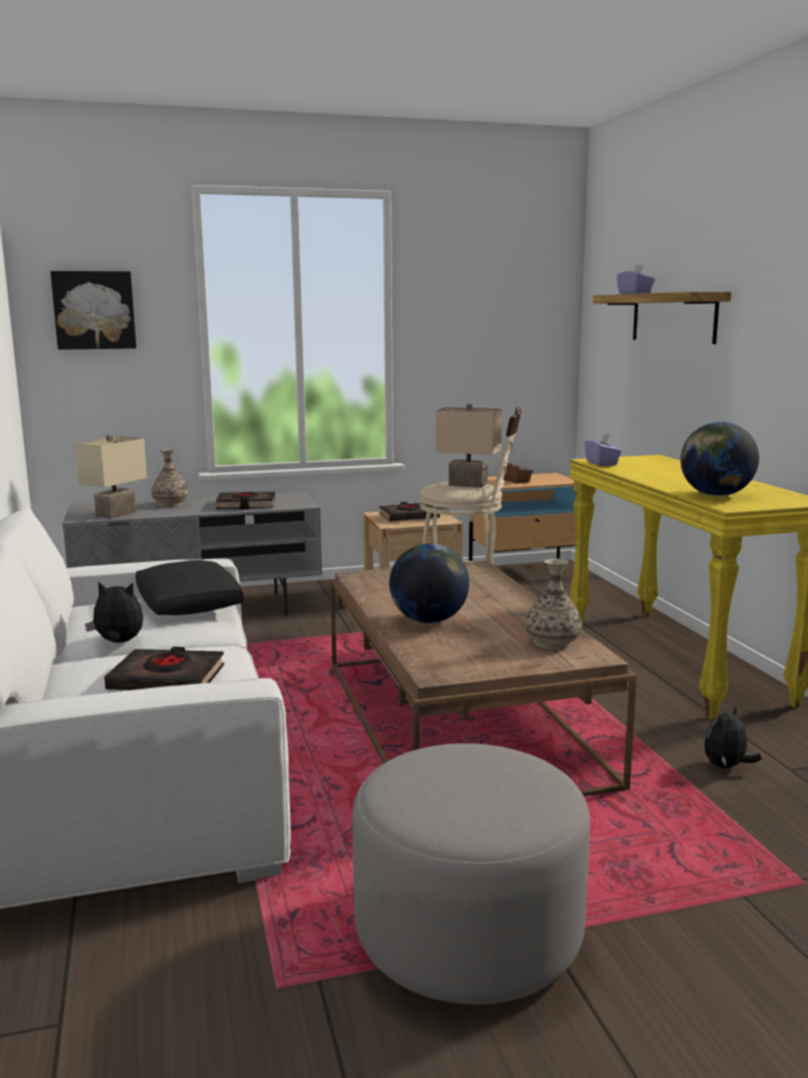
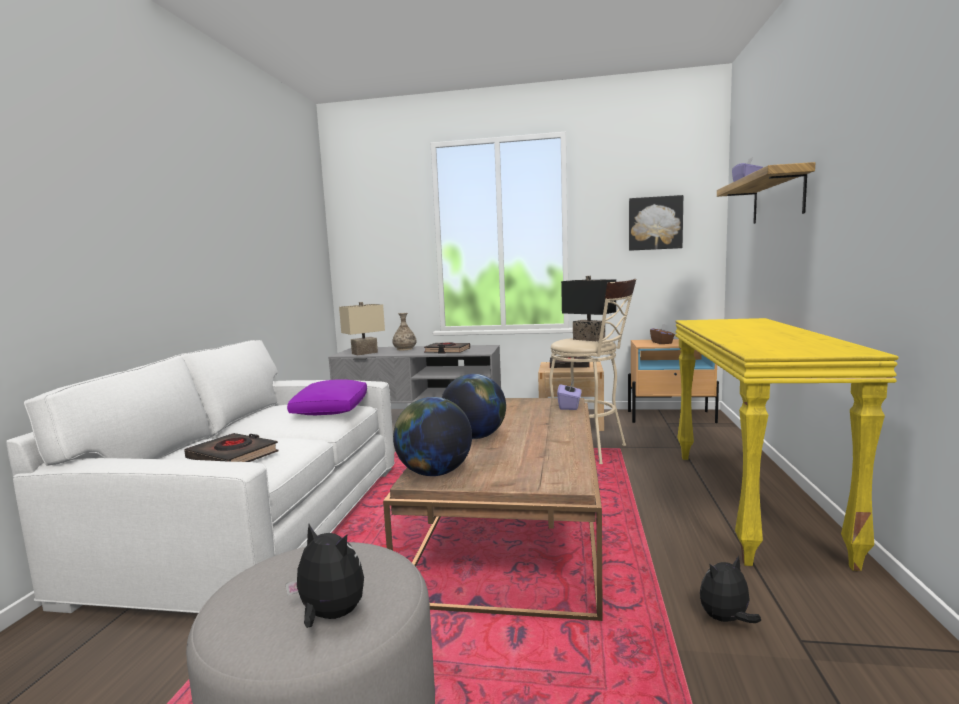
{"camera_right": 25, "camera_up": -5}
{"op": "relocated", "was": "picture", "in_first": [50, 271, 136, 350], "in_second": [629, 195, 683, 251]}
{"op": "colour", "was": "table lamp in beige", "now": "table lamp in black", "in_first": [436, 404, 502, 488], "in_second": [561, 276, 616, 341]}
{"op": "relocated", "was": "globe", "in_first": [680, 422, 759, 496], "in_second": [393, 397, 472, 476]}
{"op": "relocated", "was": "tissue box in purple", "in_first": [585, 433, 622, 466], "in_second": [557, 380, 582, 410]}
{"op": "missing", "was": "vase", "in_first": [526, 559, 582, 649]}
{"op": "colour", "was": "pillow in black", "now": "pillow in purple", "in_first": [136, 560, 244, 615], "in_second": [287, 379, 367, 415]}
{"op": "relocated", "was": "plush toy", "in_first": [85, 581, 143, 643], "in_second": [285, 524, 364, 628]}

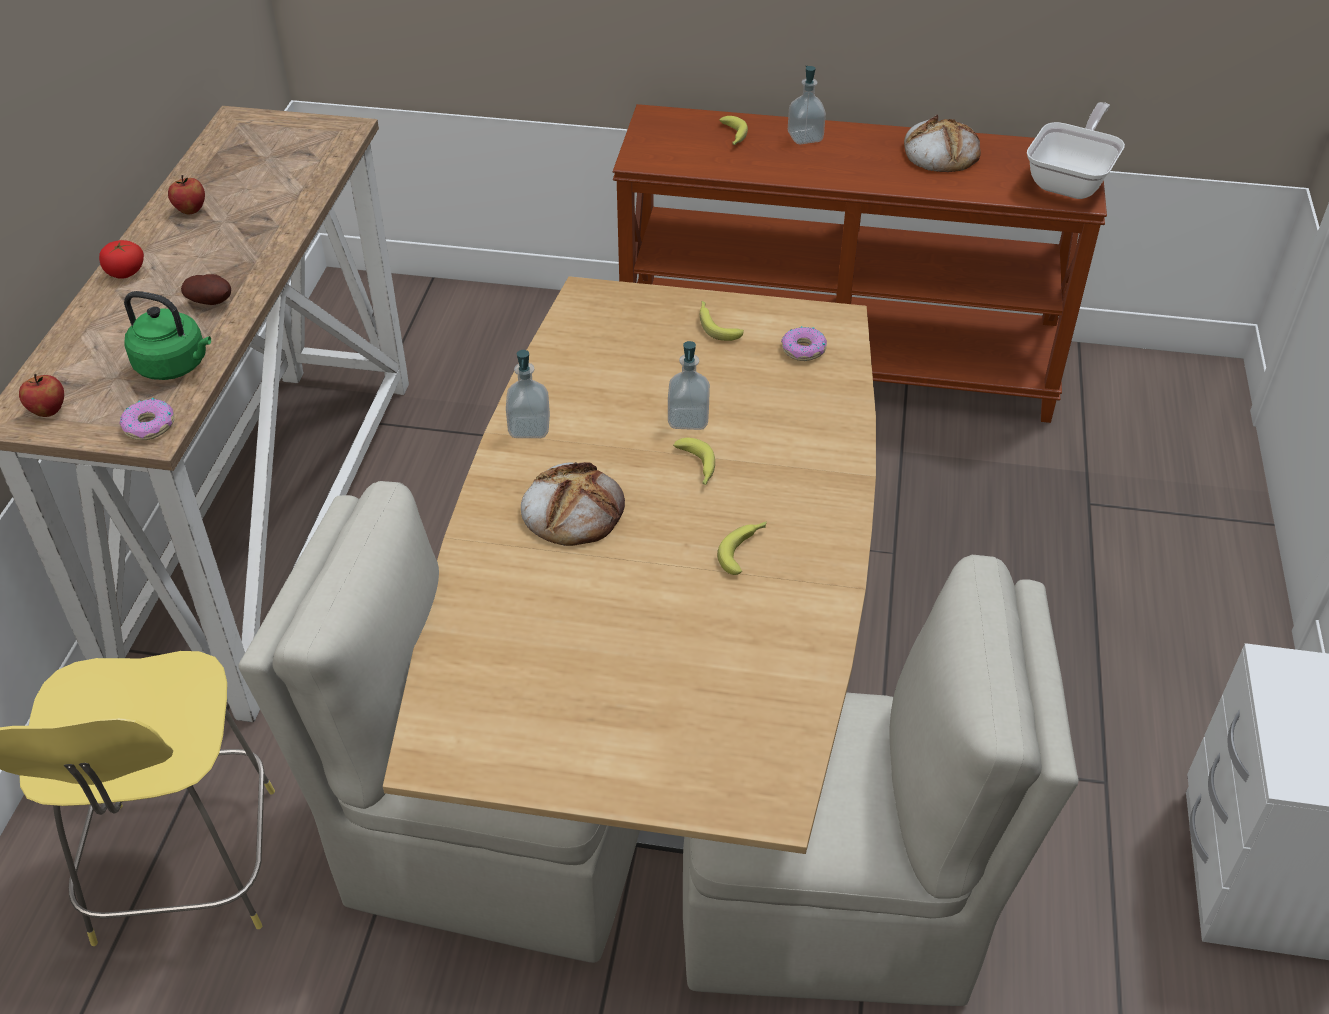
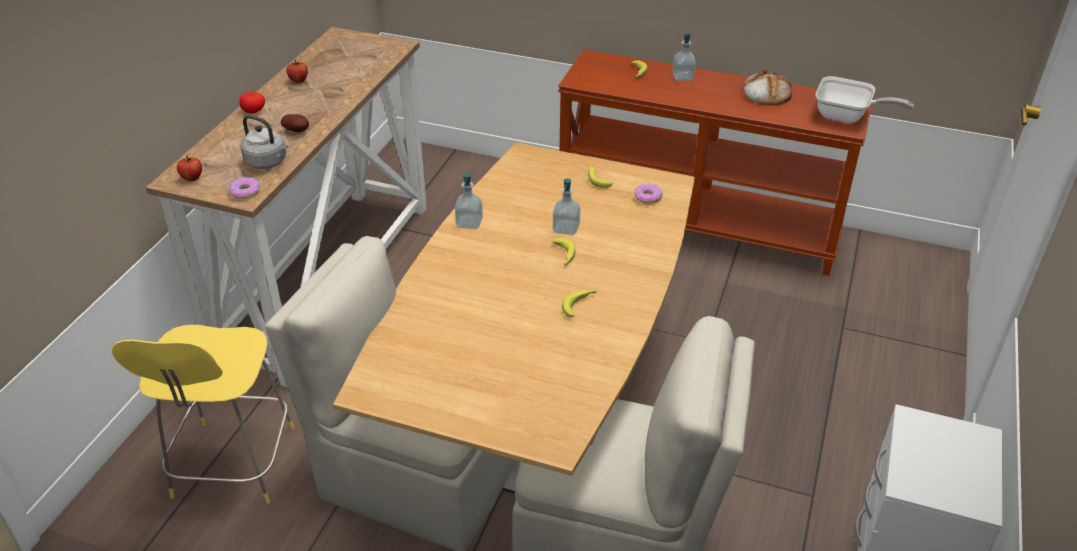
{"camera_right": 10, "camera_up": -5}
{"op": "spun", "was": "frying pan", "in_first": [1027, 102, 1125, 199], "in_second": [816, 76, 914, 123], "clockwise": 75}
{"op": "colour", "was": "kettle in green", "now": "kettle in grey", "in_first": [124, 291, 211, 380], "in_second": [240, 115, 288, 169]}
{"op": "missing", "was": "bread", "in_first": [521, 462, 625, 546]}

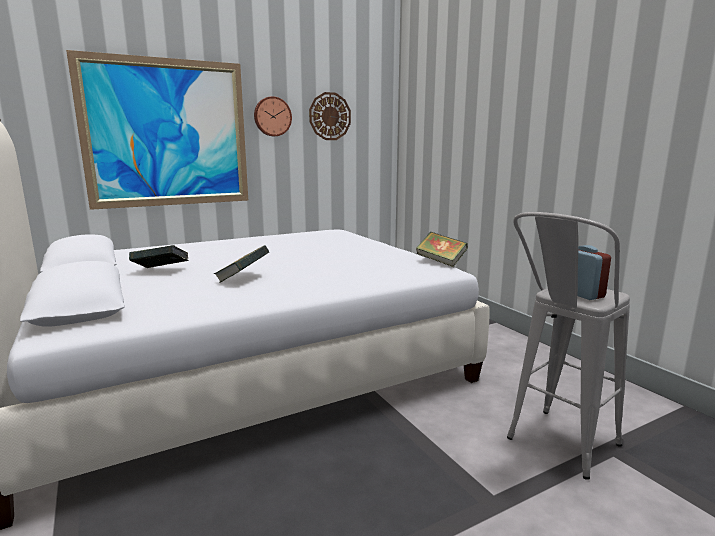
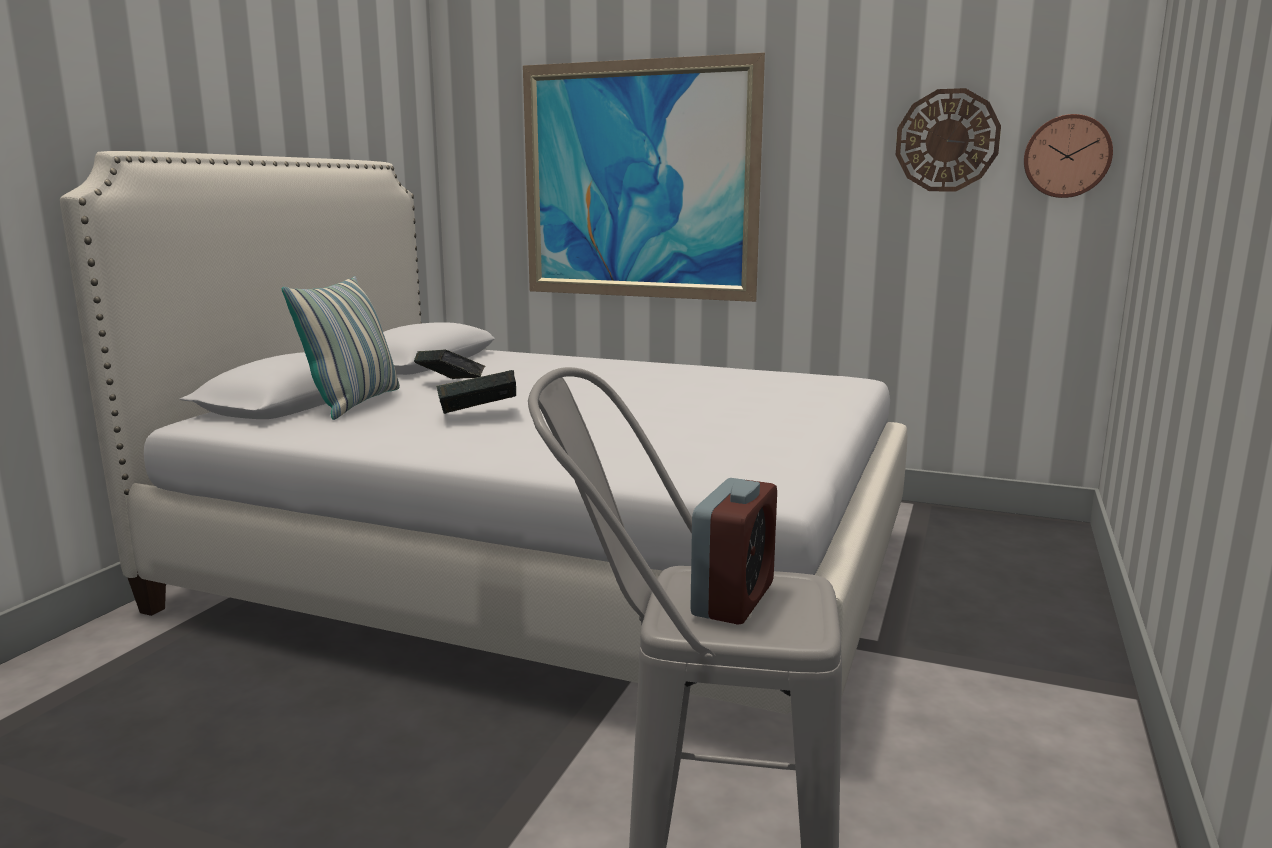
{"camera_right": 50, "camera_up": 0}
{"op": "relocated", "was": "wall clock", "in_first": [254, 96, 292, 136], "in_second": [1024, 114, 1113, 198]}
{"op": "missing", "was": "book", "in_first": [416, 232, 468, 267]}
{"op": "appeared", "now": "pillow", "in_second": [282, 276, 400, 420]}

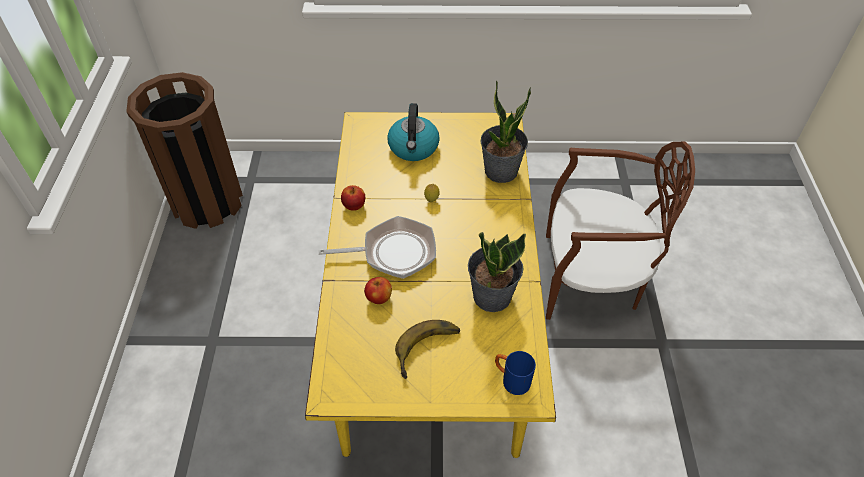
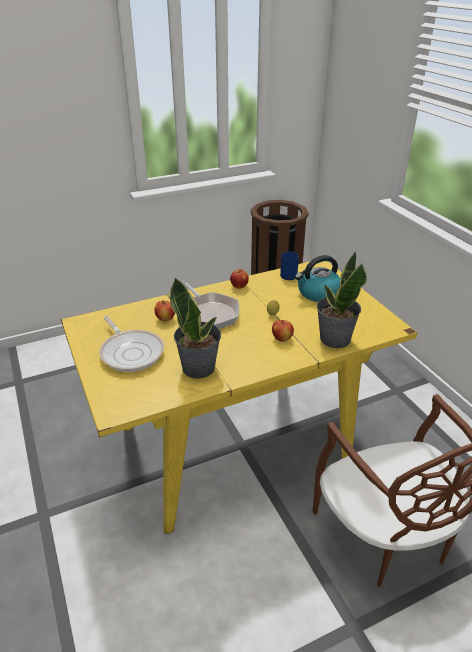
{"camera_right": 65, "camera_up": -15}
{"op": "exchanged", "was": "banana", "now": "frying pan", "in_first": [395, 320, 460, 379], "in_second": [99, 316, 164, 372]}
{"op": "relocated", "was": "mug in blue", "in_first": [495, 351, 536, 395], "in_second": [280, 251, 299, 280]}
{"op": "appeared", "now": "apple", "in_second": [272, 320, 294, 342]}

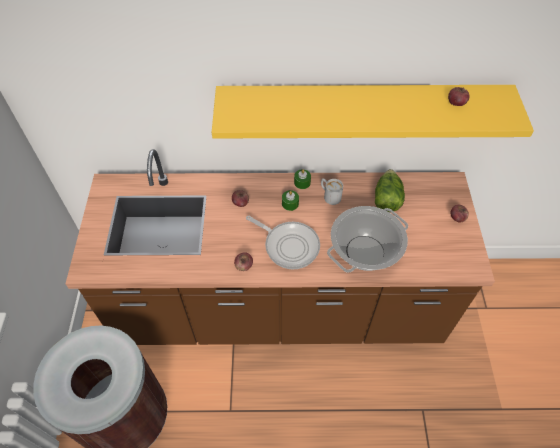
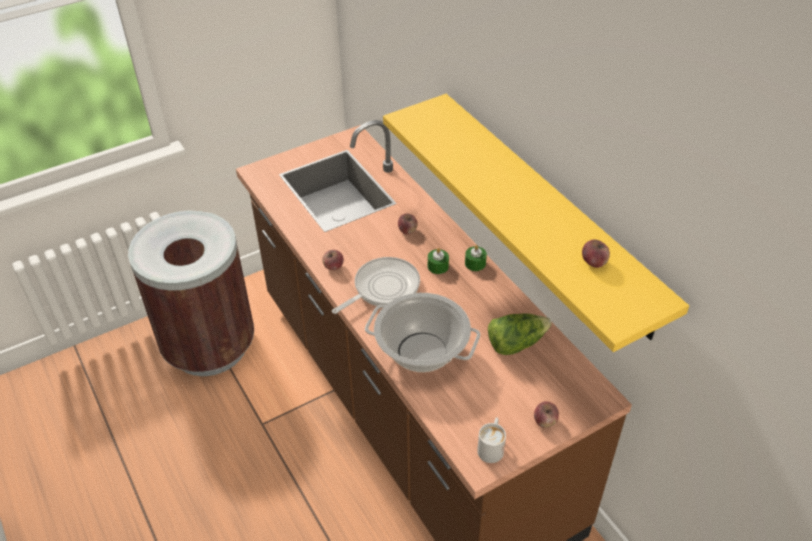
{"camera_right": 60, "camera_up": -10}
{"op": "relocated", "was": "mug in white", "in_first": [321, 178, 343, 205], "in_second": [477, 417, 506, 463]}
{"op": "spun", "was": "frying pan", "in_first": [246, 216, 320, 269], "in_second": [332, 257, 420, 314], "clockwise": -135}

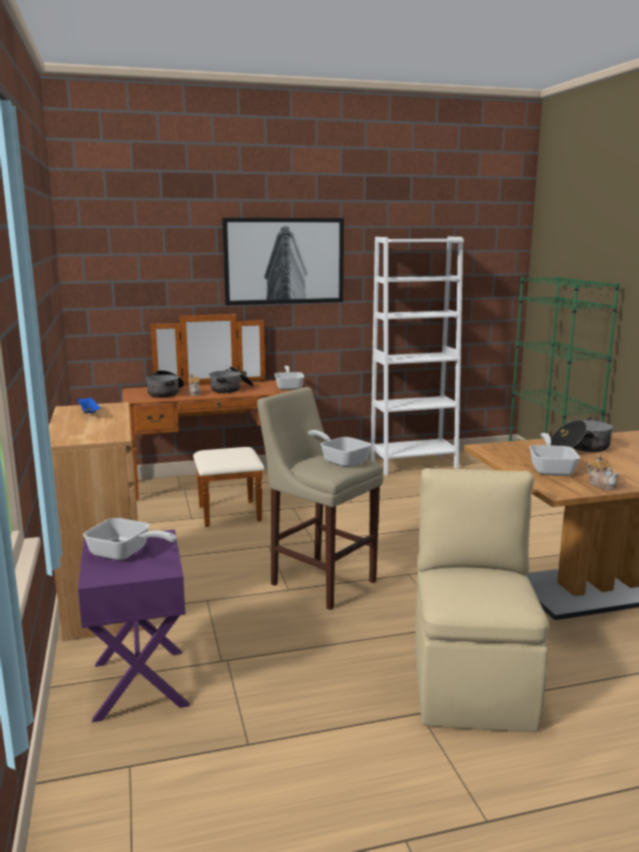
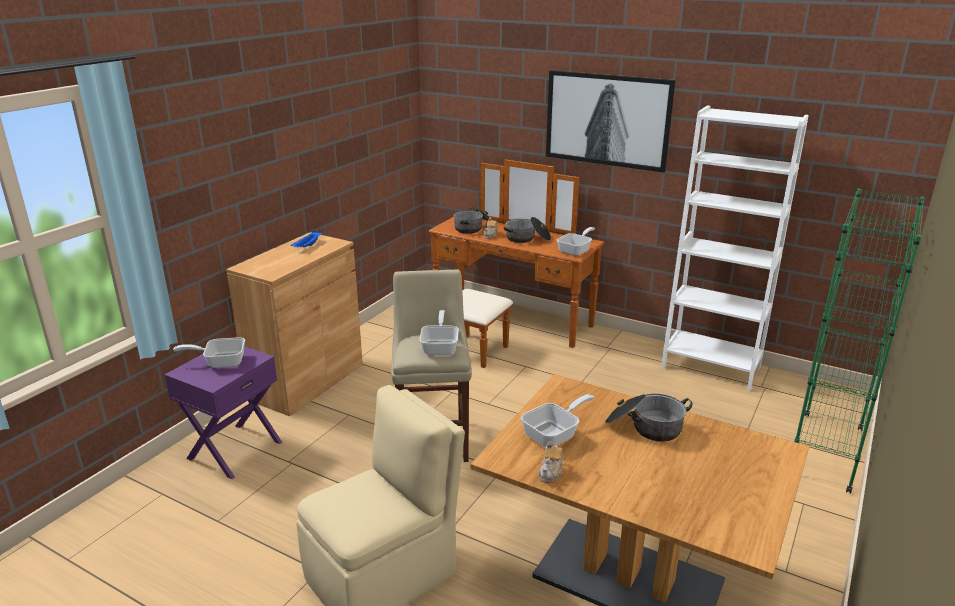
{"camera_right": 45, "camera_up": 10}
{"op": "spun", "was": "frying pan", "in_first": [83, 518, 176, 560], "in_second": [173, 337, 245, 368], "clockwise": 105}

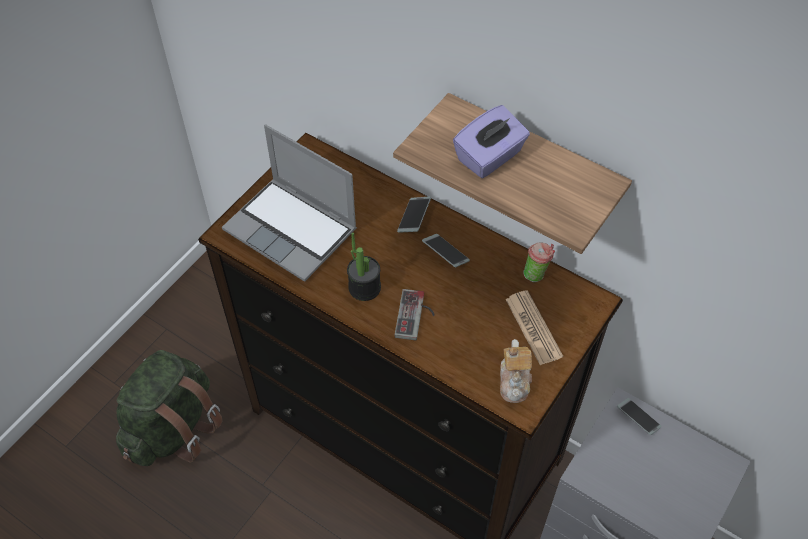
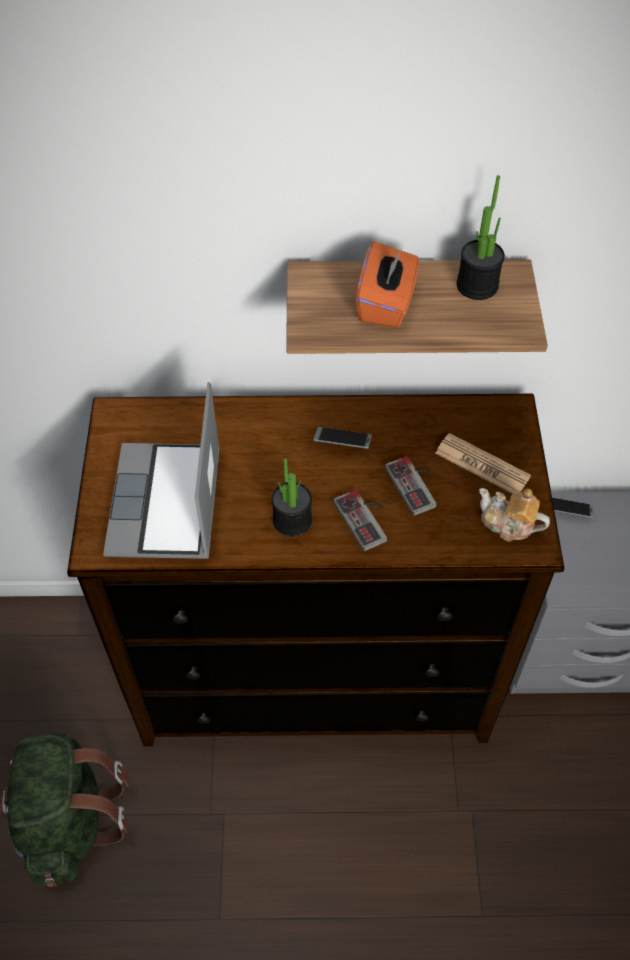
{"camera_right": -35, "camera_up": 0}
{"op": "colour", "was": "tissue box in purple", "now": "tissue box in orange", "in_first": [453, 105, 530, 178], "in_second": [356, 241, 419, 328]}
{"op": "spun", "was": "laptop", "in_first": [222, 125, 357, 282], "in_second": [103, 382, 220, 559], "clockwise": 90}
{"op": "missing", "was": "phone", "in_first": [397, 197, 431, 233]}
{"op": "missing", "was": "cup", "in_first": [523, 242, 555, 282]}
{"op": "spun", "was": "teapot", "in_first": [500, 339, 532, 403], "in_second": [479, 488, 550, 542], "clockwise": 150}
{"op": "appeared", "now": "potted plant", "in_second": [456, 175, 505, 300]}
{"op": "appeared", "now": "game controller", "in_second": [385, 456, 436, 516]}

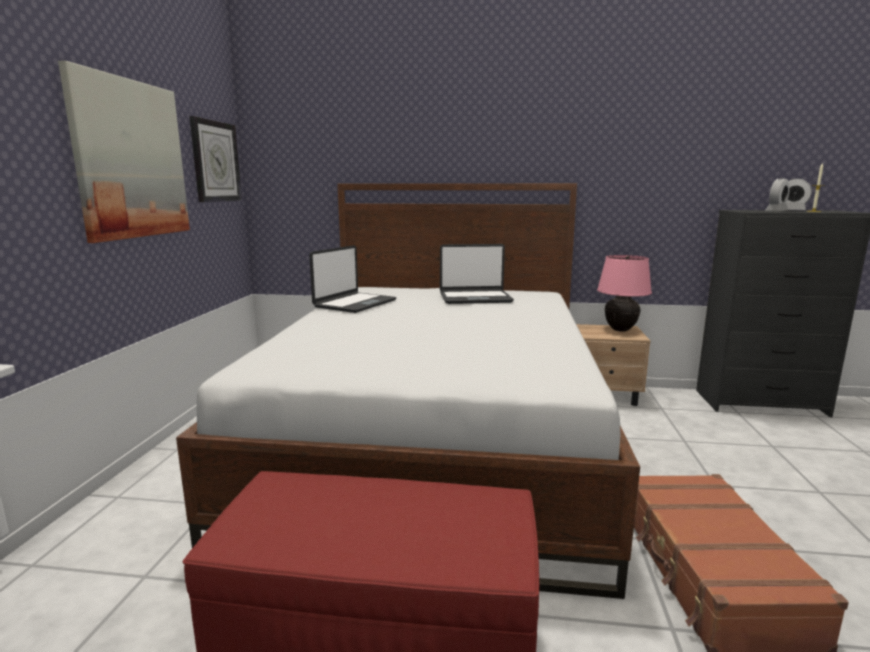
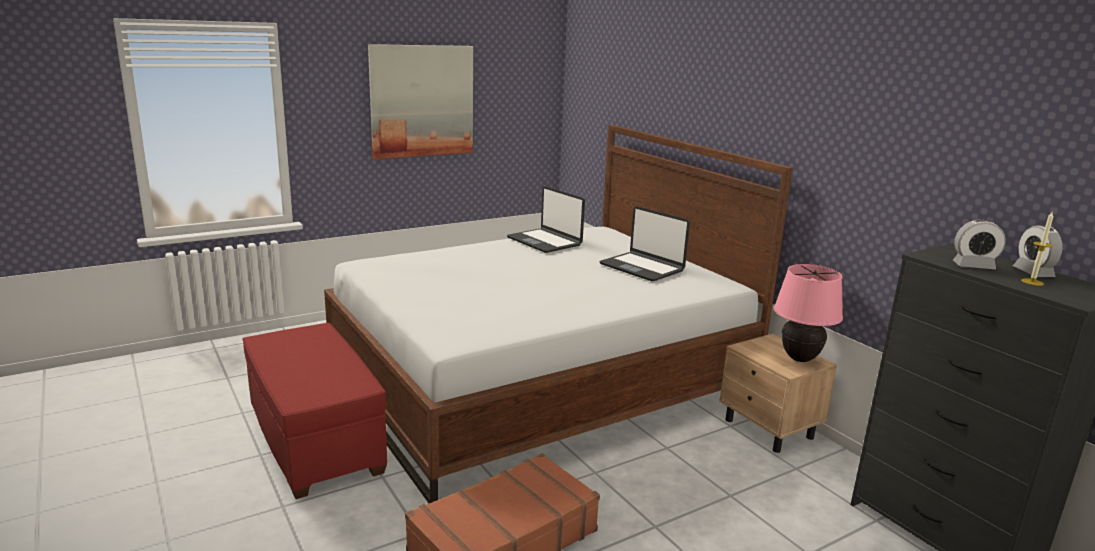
{"camera_right": 50, "camera_up": 5}
{"op": "missing", "was": "wall clock", "in_first": [189, 116, 242, 202]}
{"op": "spun", "was": "laptop", "in_first": [309, 245, 397, 313], "in_second": [507, 186, 585, 253], "clockwise": 60}

